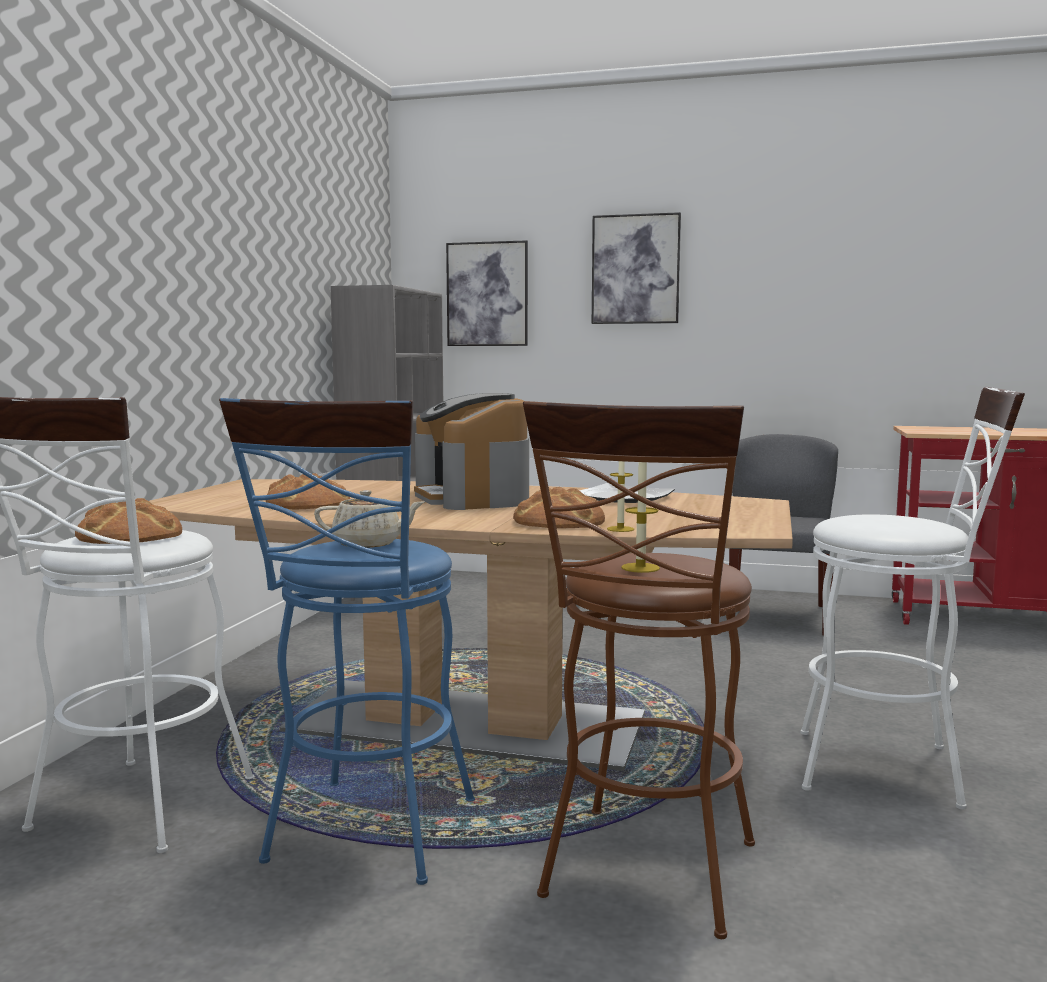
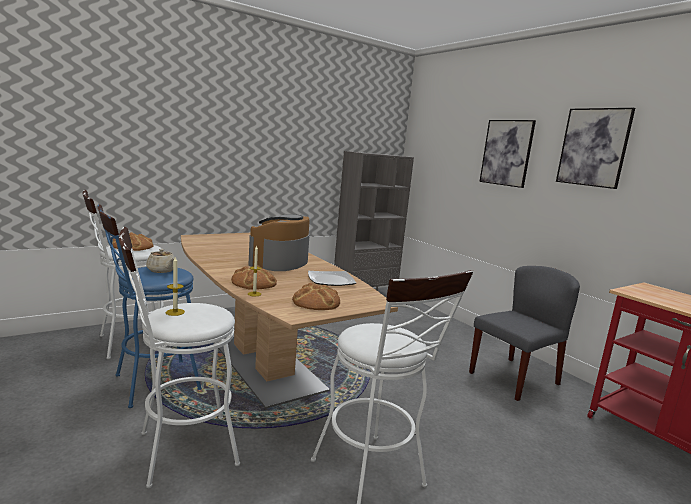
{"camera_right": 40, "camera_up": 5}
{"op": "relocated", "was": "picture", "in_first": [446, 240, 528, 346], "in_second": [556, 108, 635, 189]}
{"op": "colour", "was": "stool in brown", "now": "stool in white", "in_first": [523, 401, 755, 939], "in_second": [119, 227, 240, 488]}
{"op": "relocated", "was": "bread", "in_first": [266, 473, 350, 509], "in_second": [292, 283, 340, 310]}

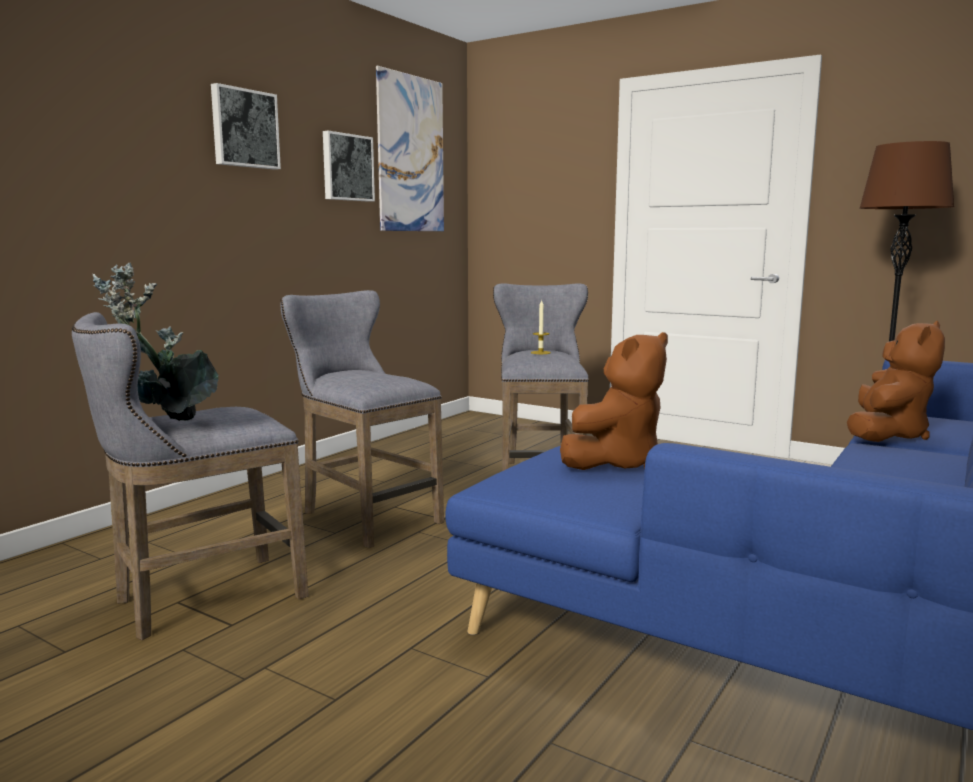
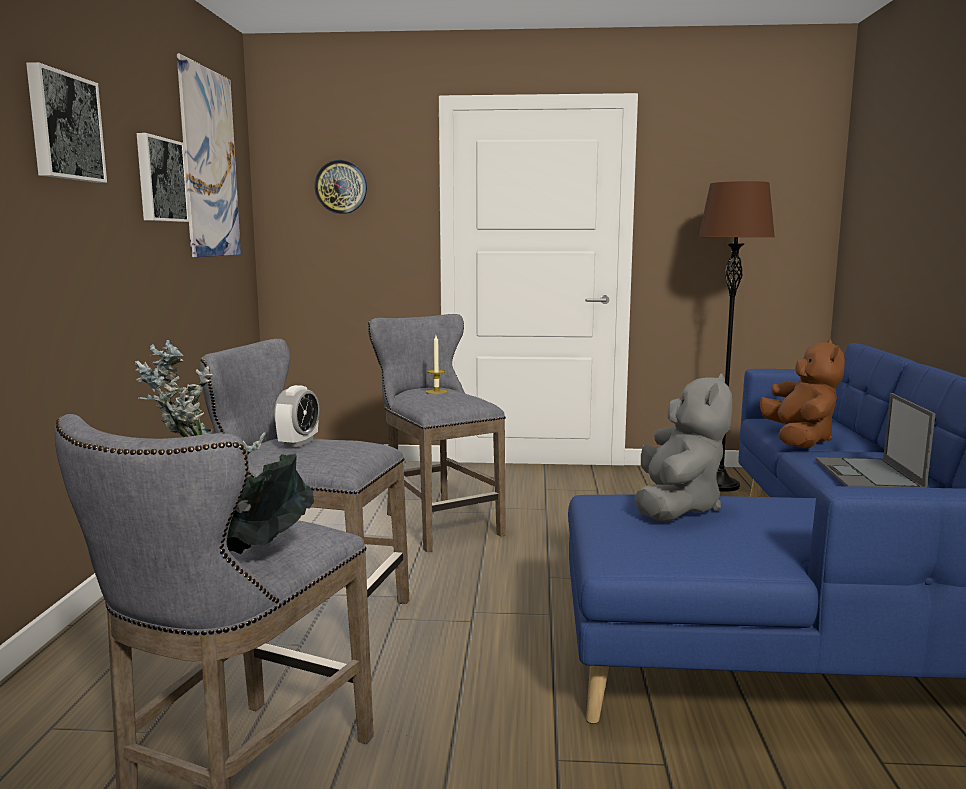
{"camera_right": -30, "camera_up": 0}
{"op": "colour", "was": "plush toy in brown", "now": "plush toy in grey", "in_first": [560, 332, 668, 470], "in_second": [635, 374, 732, 521]}
{"op": "appeared", "now": "wall clock", "in_second": [314, 160, 367, 214]}
{"op": "appeared", "now": "alarm clock", "in_second": [274, 385, 319, 448]}
{"op": "appeared", "now": "laptop", "in_second": [816, 393, 936, 488]}

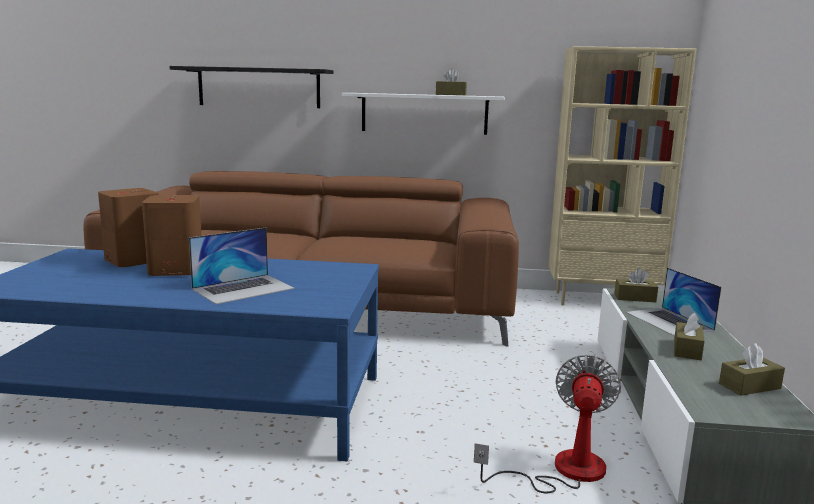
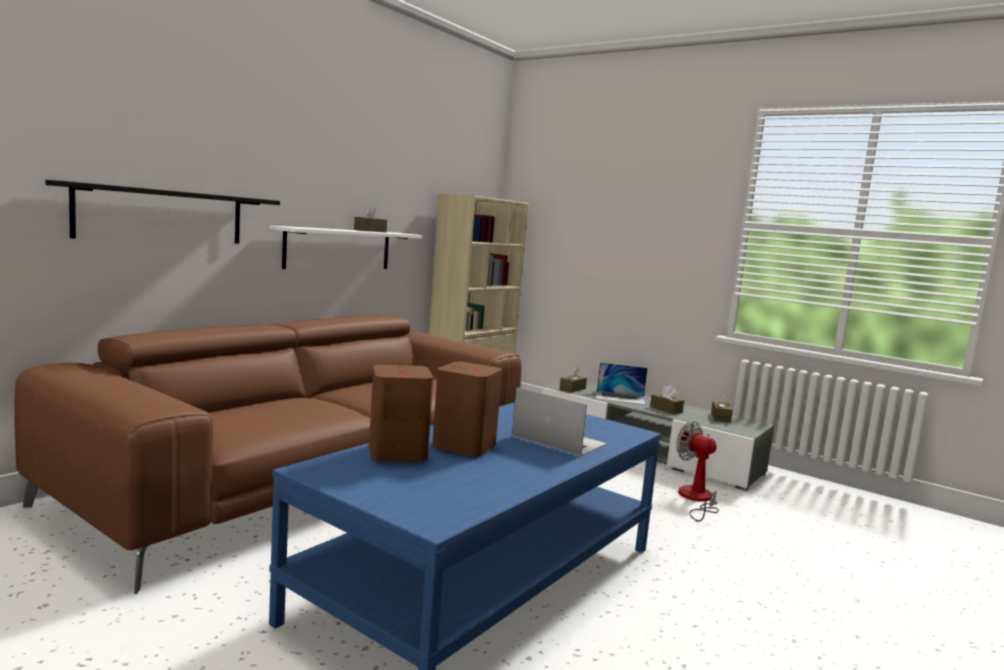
{"camera_right": -60, "camera_up": -5}
{"op": "spun", "was": "laptop", "in_first": [189, 228, 295, 304], "in_second": [512, 387, 607, 456], "clockwise": -45}

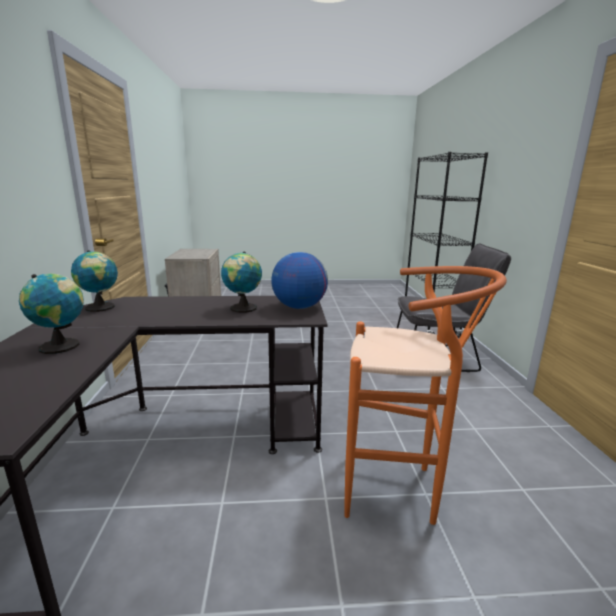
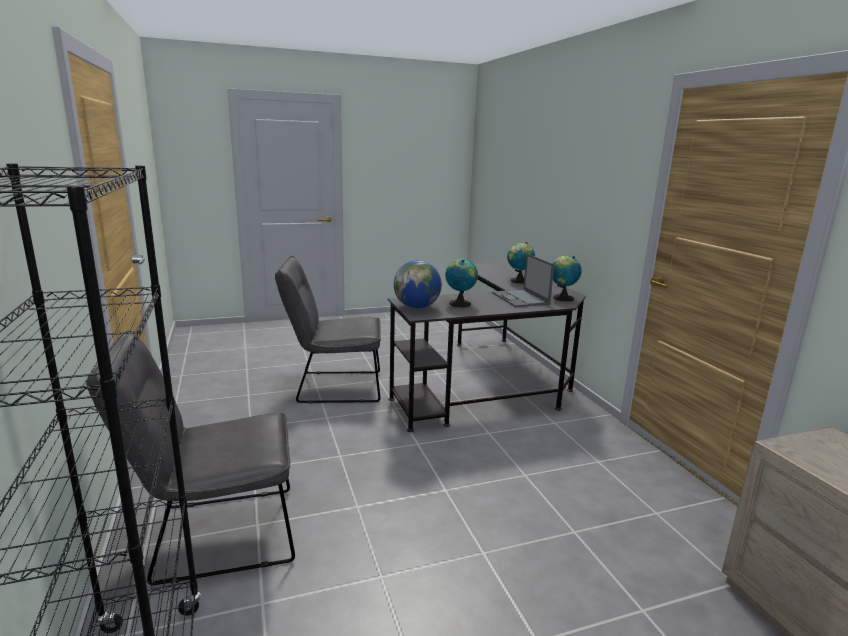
{"camera_right": 165, "camera_up": 0}
{"op": "exchanged", "was": "stool in orange", "now": "chair in grey", "in_first": [344, 266, 507, 525], "in_second": [275, 256, 381, 403]}
{"op": "appeared", "now": "laptop", "in_second": [492, 254, 554, 307]}

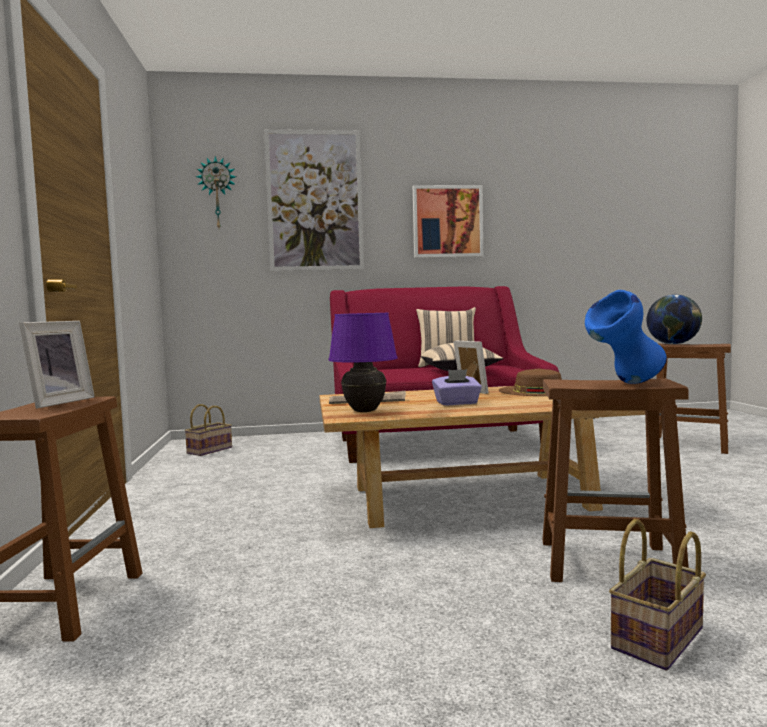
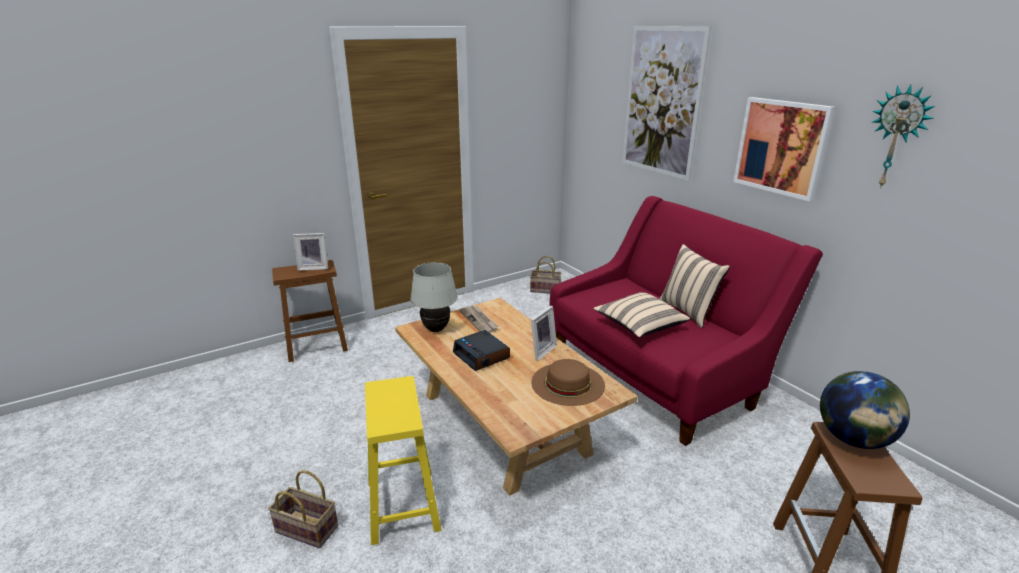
{"camera_right": 65, "camera_up": 20}
{"op": "relocated", "was": "wall clock", "in_first": [196, 156, 236, 228], "in_second": [871, 84, 935, 189]}
{"op": "missing", "was": "vase in blue", "in_first": [585, 290, 667, 384]}
{"op": "colour", "was": "table lamp in purple", "now": "table lamp in white", "in_first": [328, 313, 398, 412], "in_second": [410, 262, 458, 332]}
{"op": "exchanged", "was": "tissue box in purple", "now": "alarm clock", "in_first": [432, 369, 482, 405], "in_second": [453, 330, 510, 371]}
{"op": "colour", "was": "stool in brown", "now": "stool in yellow", "in_first": [542, 378, 689, 582], "in_second": [365, 376, 442, 545]}

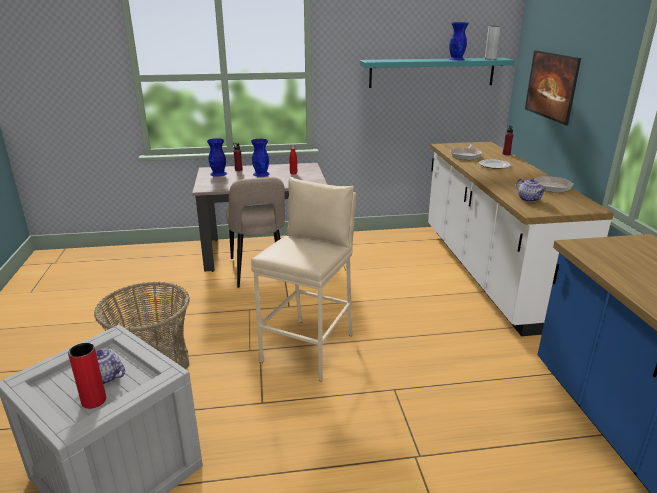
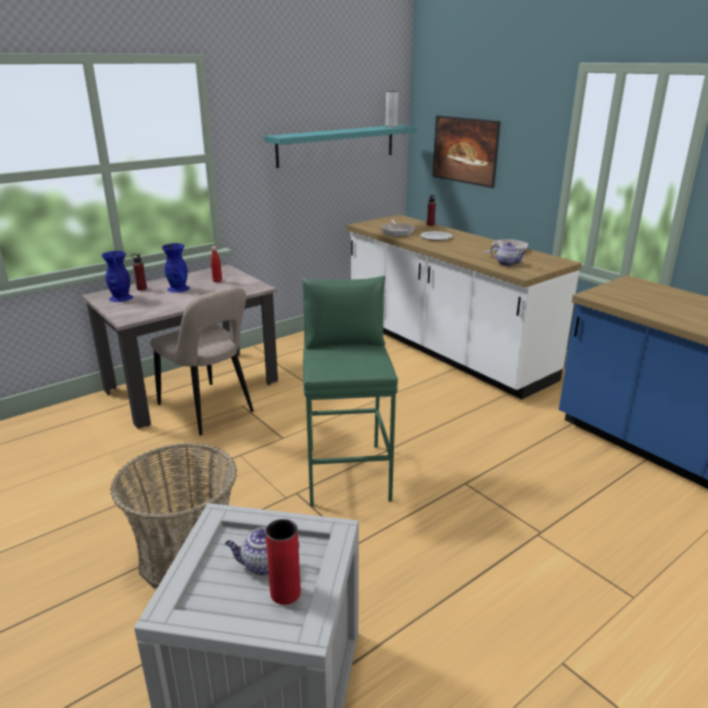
{"camera_right": -30, "camera_up": 0}
{"op": "missing", "was": "vase in blue", "in_first": [448, 22, 469, 61]}
{"op": "colour", "was": "stool in beige", "now": "stool in green", "in_first": [251, 177, 357, 381], "in_second": [302, 276, 398, 506]}

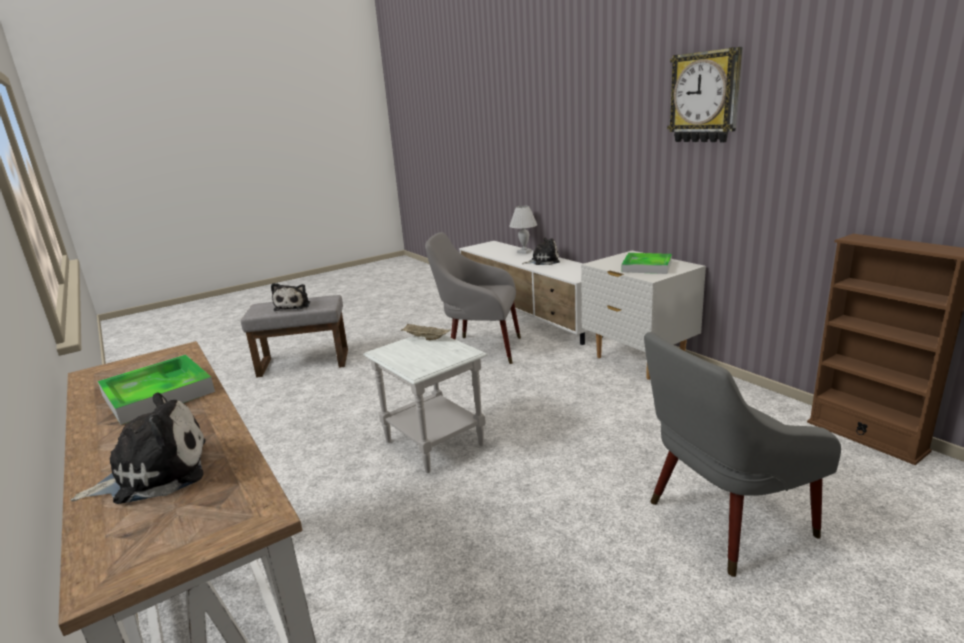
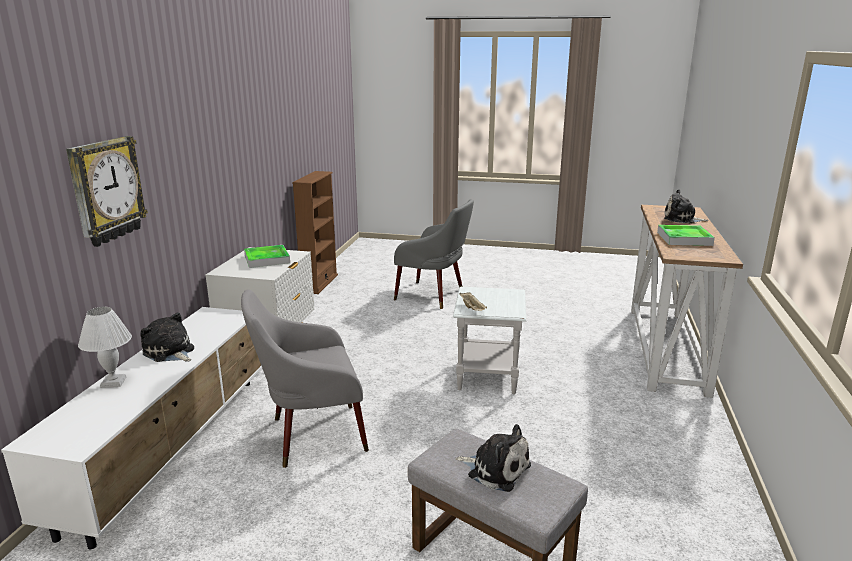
{"camera_right": -135, "camera_up": 0}
{"op": "relocated", "was": "wall clock", "in_first": [667, 47, 743, 142], "in_second": [66, 136, 148, 247]}
{"op": "spun", "was": "armchair in grey", "in_first": [425, 232, 521, 364], "in_second": [241, 289, 369, 468], "clockwise": 105}
{"op": "spun", "was": "plush toy", "in_first": [271, 283, 310, 311], "in_second": [455, 424, 531, 492], "clockwise": 75}

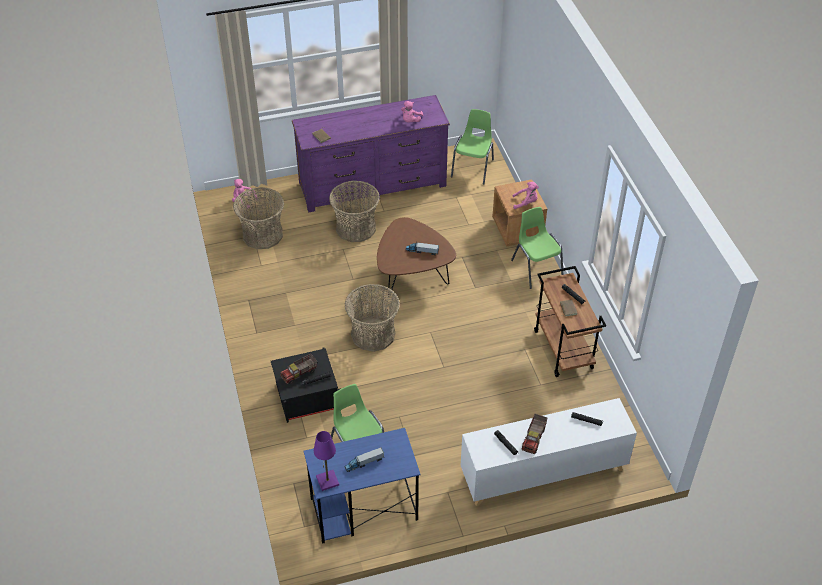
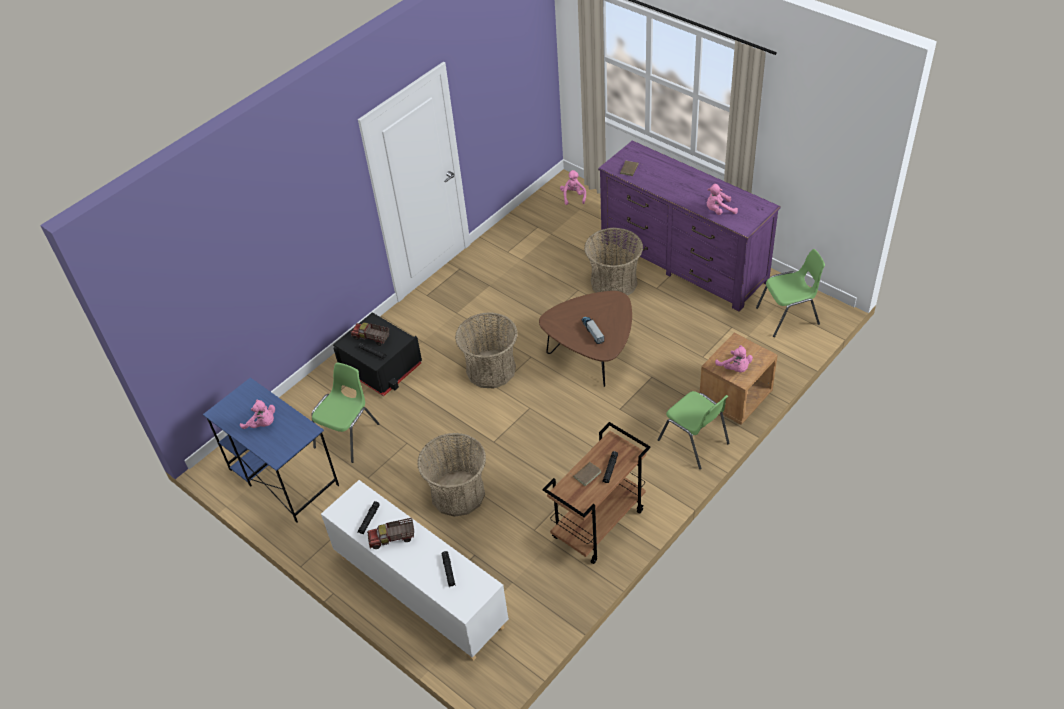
{"camera_right": 60, "camera_up": 0}
{"op": "relocated", "was": "basket", "in_first": [233, 187, 284, 249], "in_second": [417, 433, 486, 517]}
{"op": "spun", "was": "chair in green", "in_first": [511, 207, 563, 289], "in_second": [658, 391, 730, 469], "clockwise": 105}
{"op": "missing", "was": "table lamp in purple", "in_first": [314, 431, 339, 491]}
{"op": "exchanged", "was": "toy truck", "now": "plush toy in pink", "in_first": [344, 447, 384, 472], "in_second": [240, 400, 275, 429]}

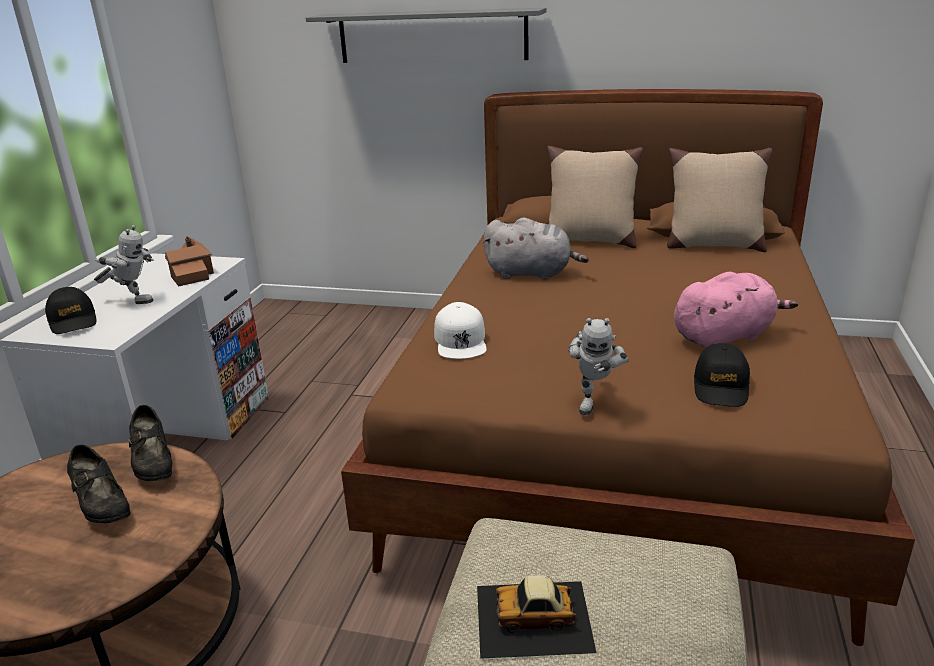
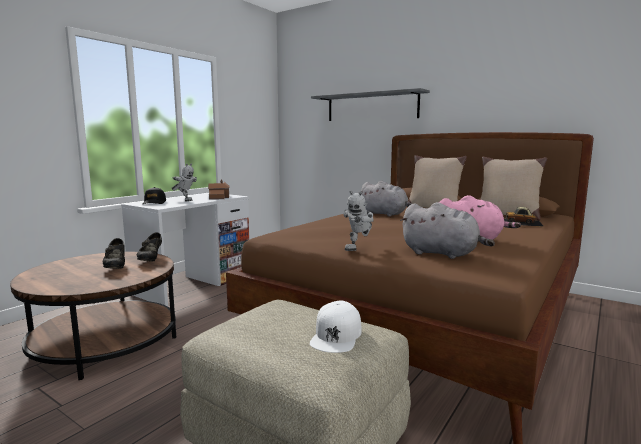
{"camera_right": 20, "camera_up": -15}
{"op": "relocated", "was": "cap in white", "in_first": [434, 302, 487, 359], "in_second": [310, 301, 362, 353]}
{"op": "exchanged", "was": "cap in black", "now": "plush toy in grey", "in_first": [694, 343, 750, 407], "in_second": [400, 202, 495, 259]}
{"op": "relocated", "was": "toy car", "in_first": [477, 575, 597, 659], "in_second": [504, 207, 544, 227]}

